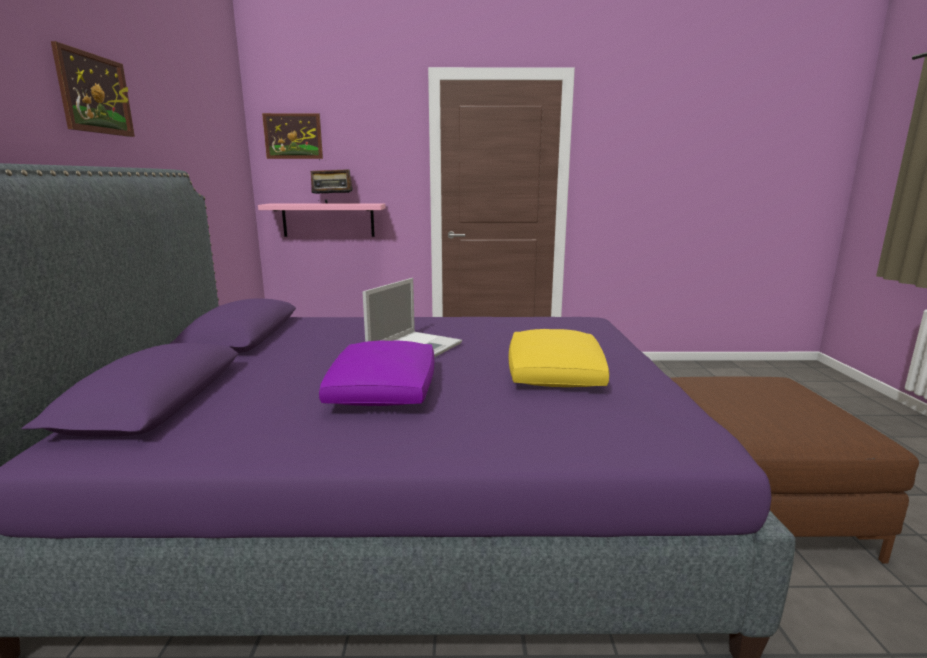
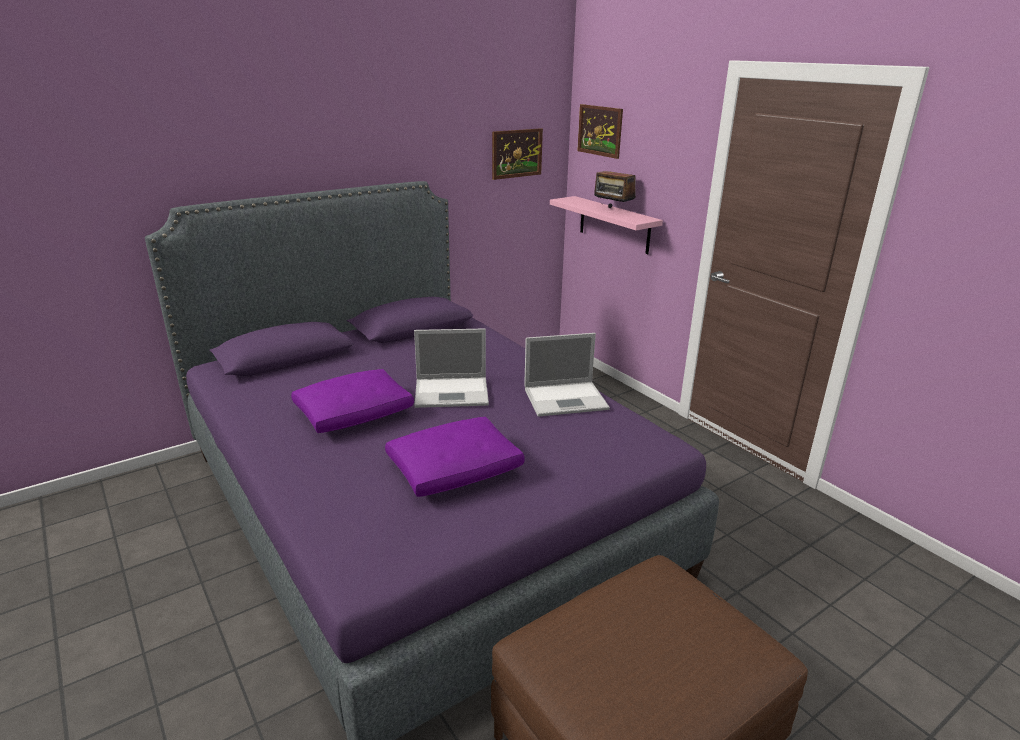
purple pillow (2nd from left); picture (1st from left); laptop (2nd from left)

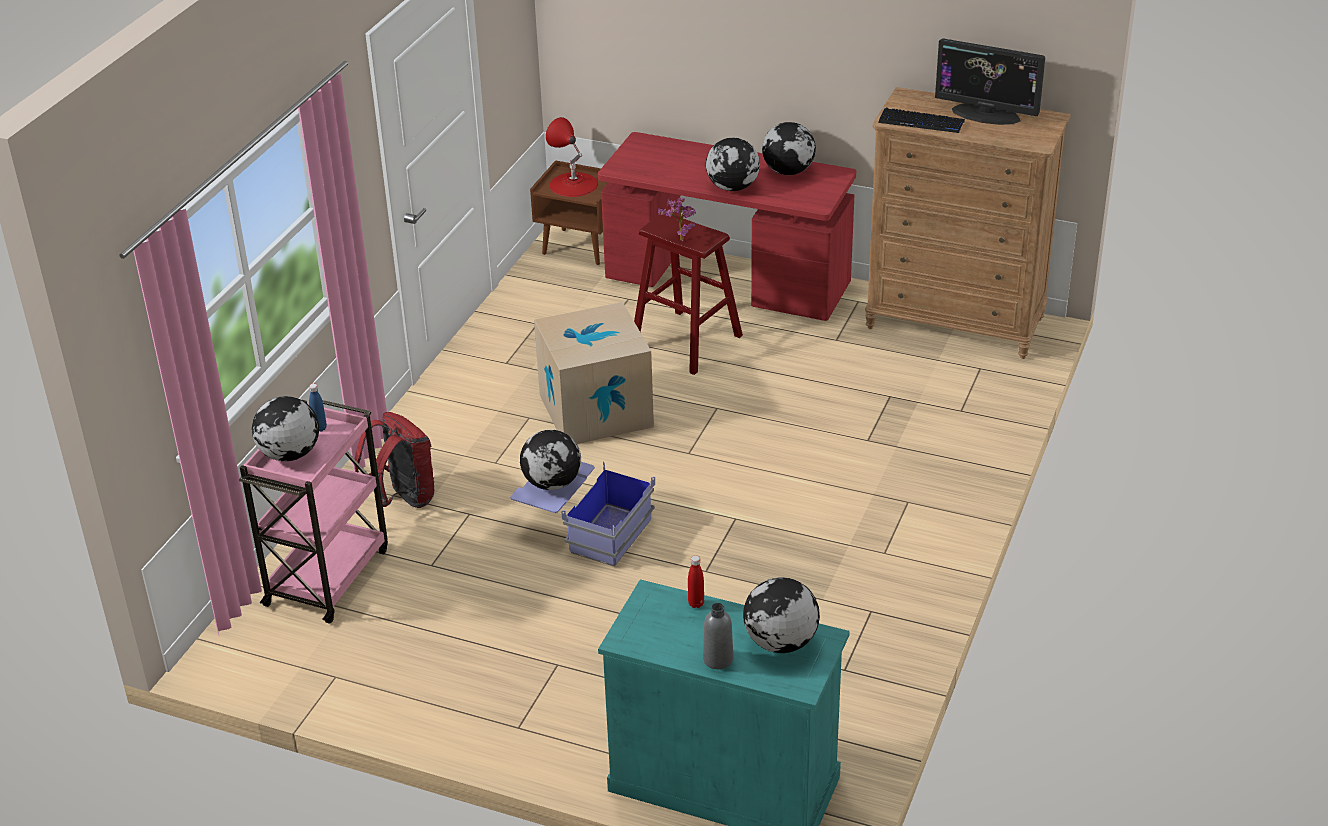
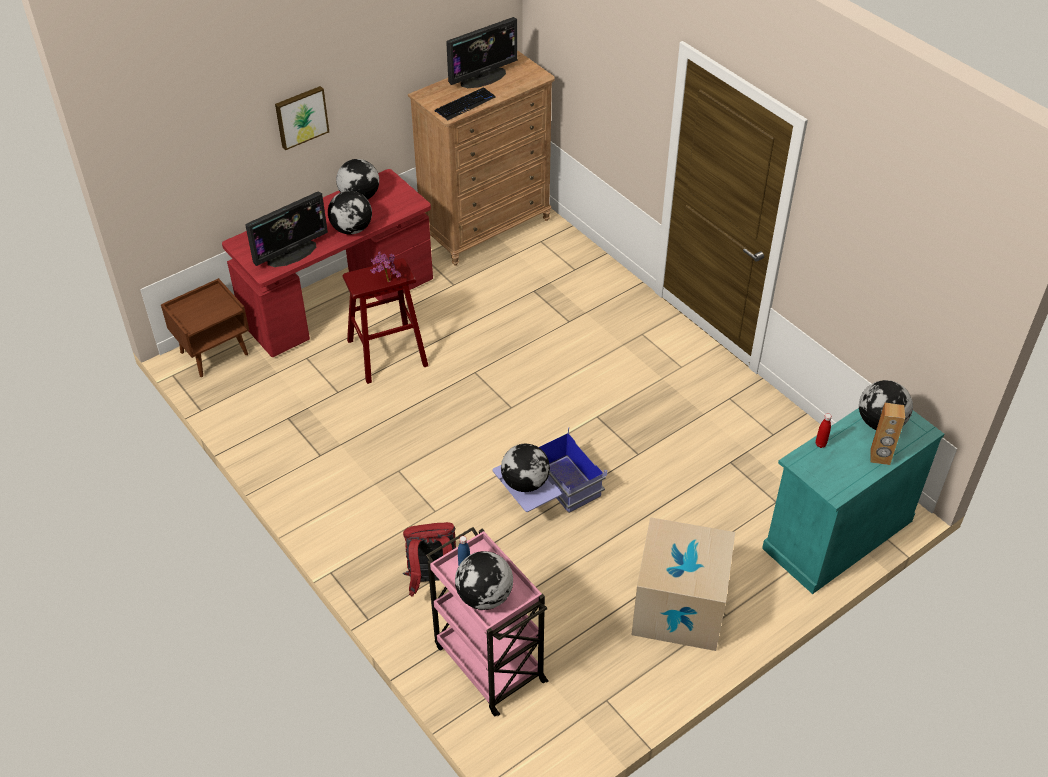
monitor (1st from left); picture; cardboard box; brown speaker; red table lamp

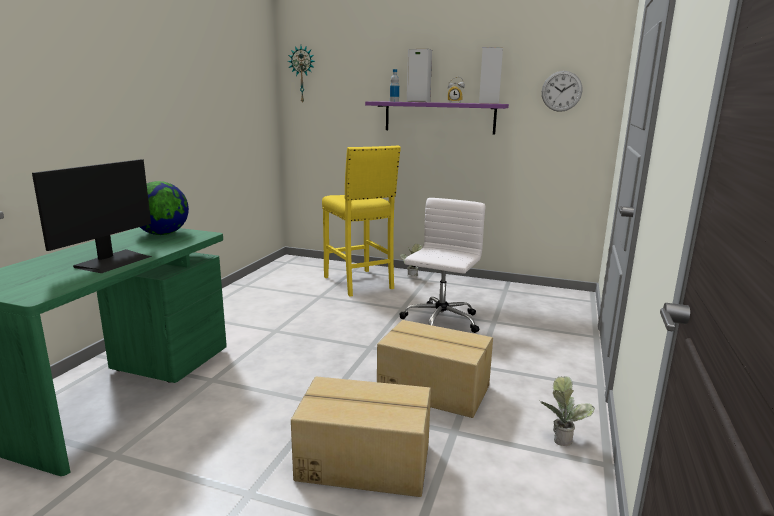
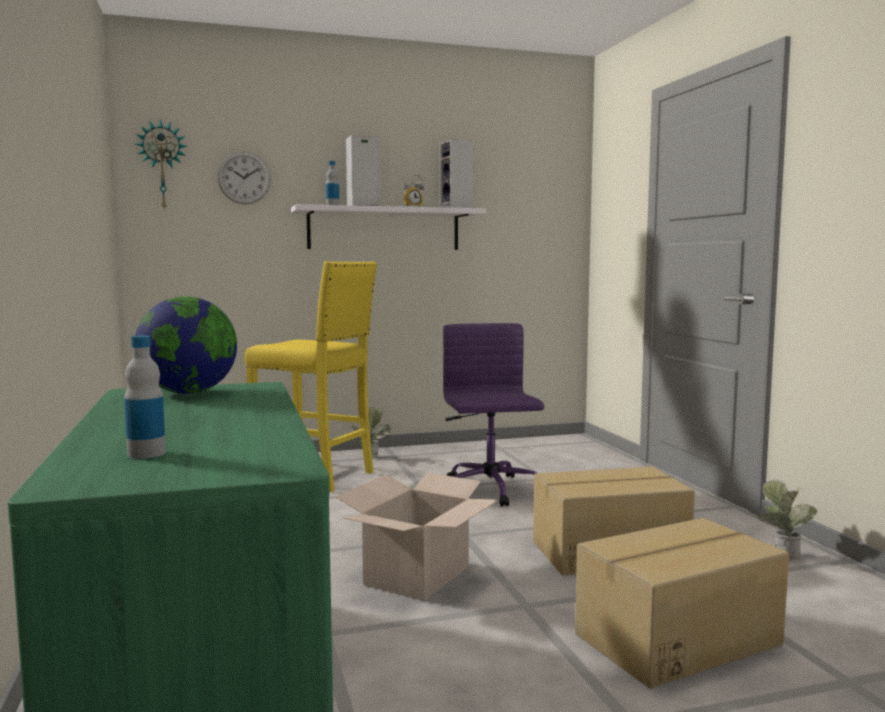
bottle (1st from left); wall clock (2nd from left); white shelf; cardboard box (1st from left); purple office chair; monitor

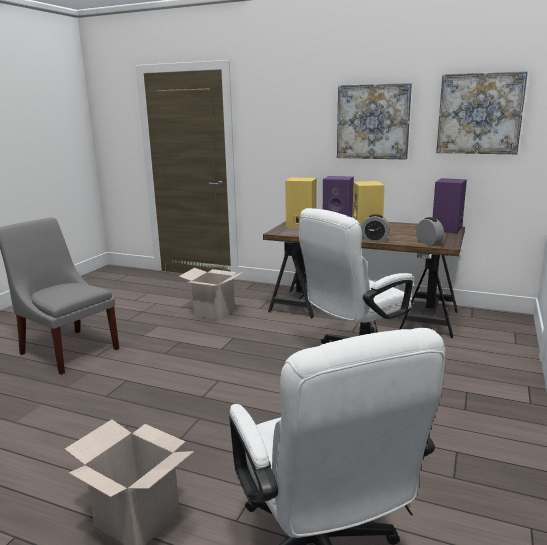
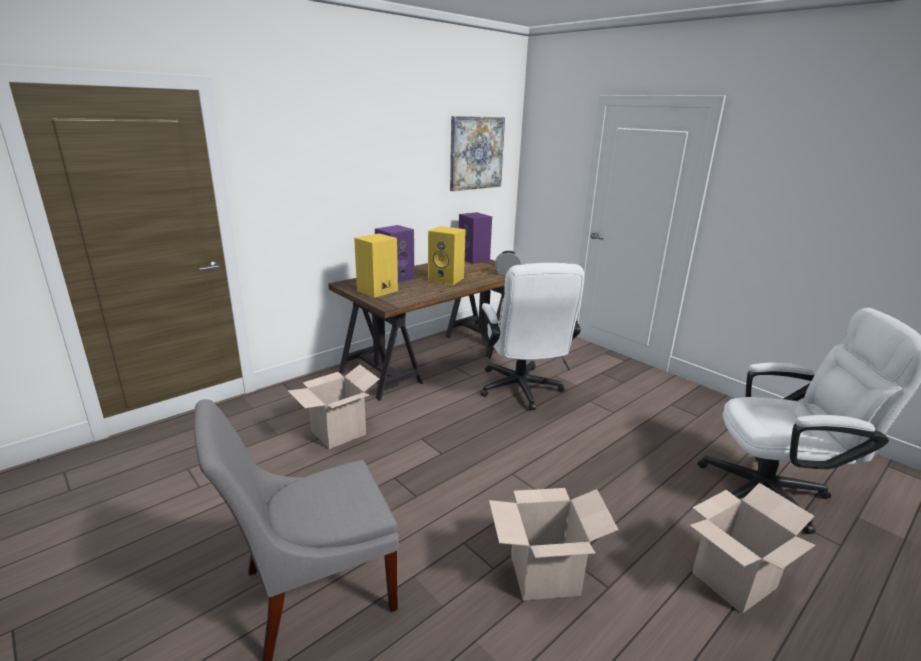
cardboard box (2nd from left); picture (1st from left in the first image); alarm clock (1st from left in the first image)

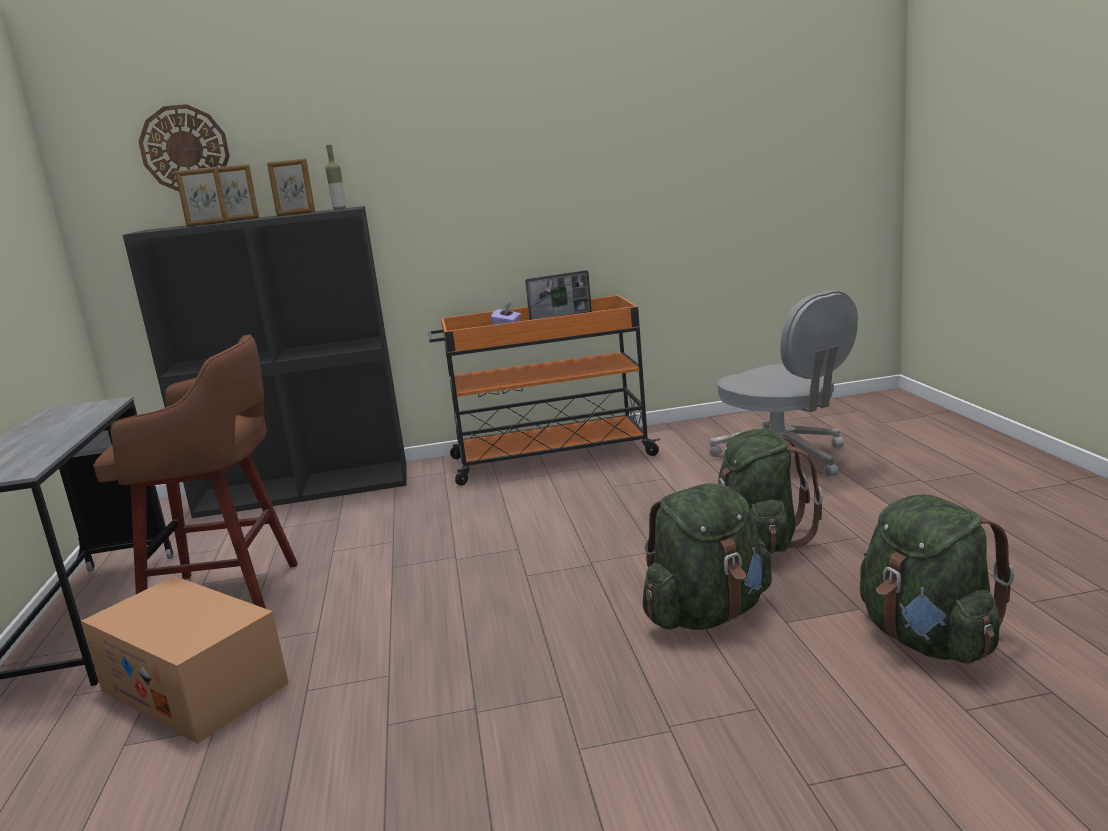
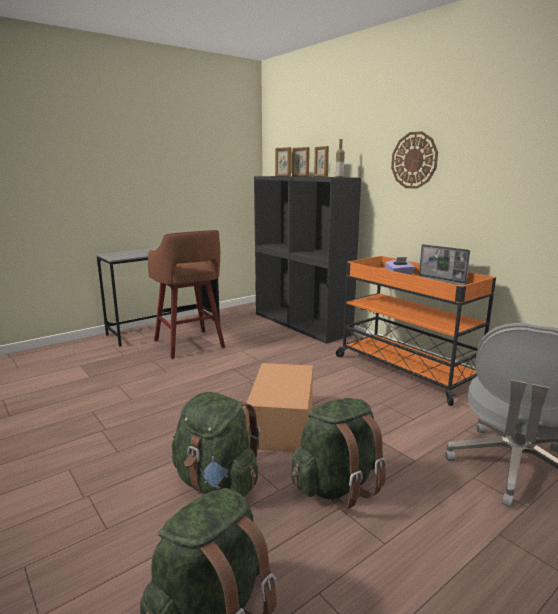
cardboard box; wall clock

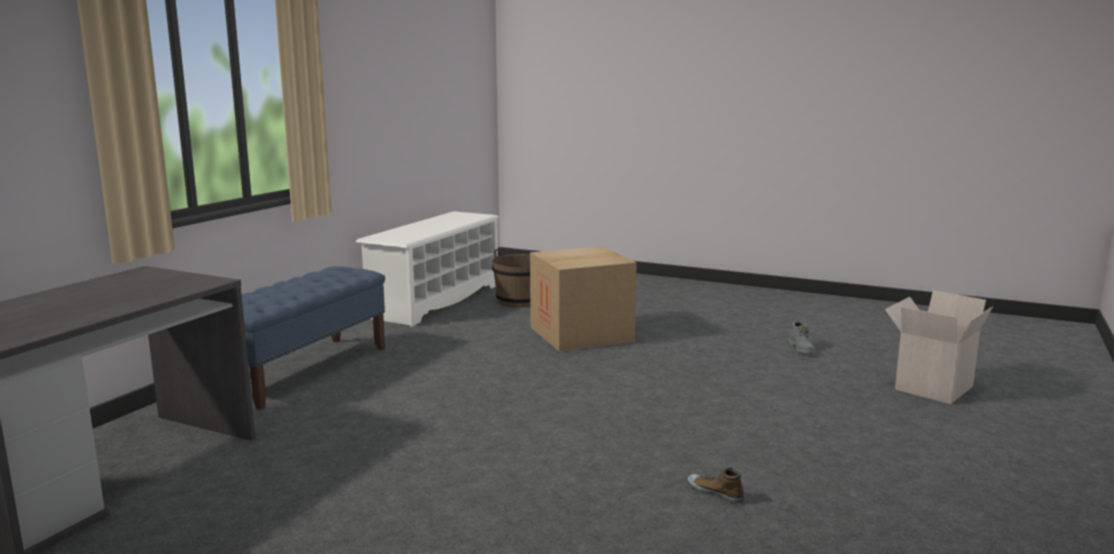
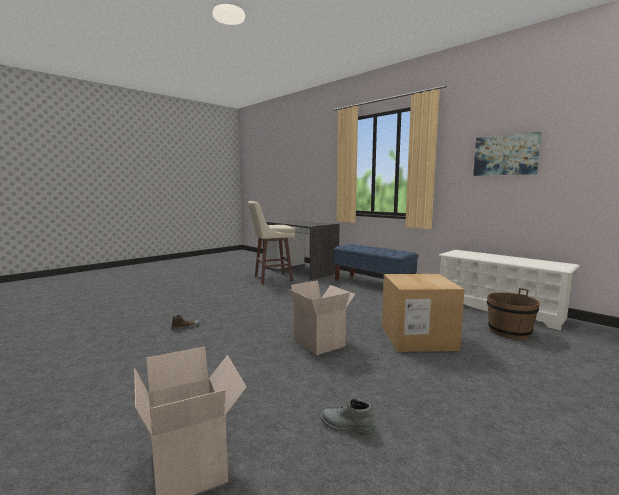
beige stool; cardboard box (2nd from left); picture

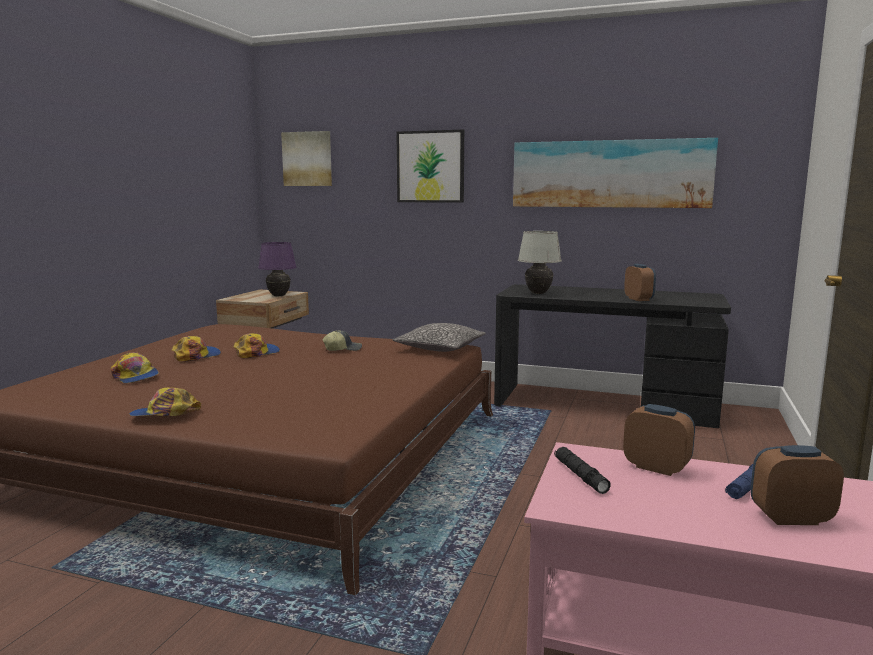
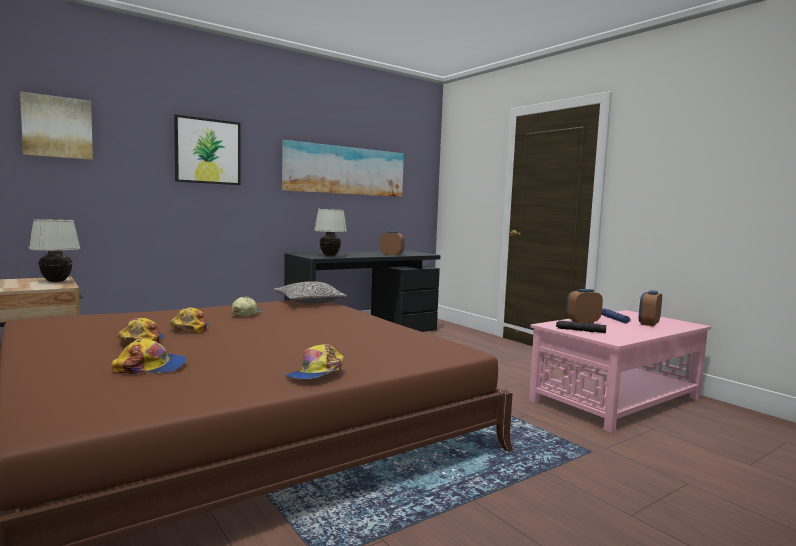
white table lamp (1st from left)

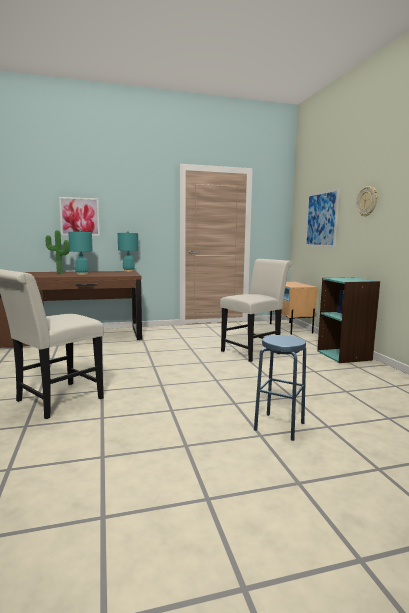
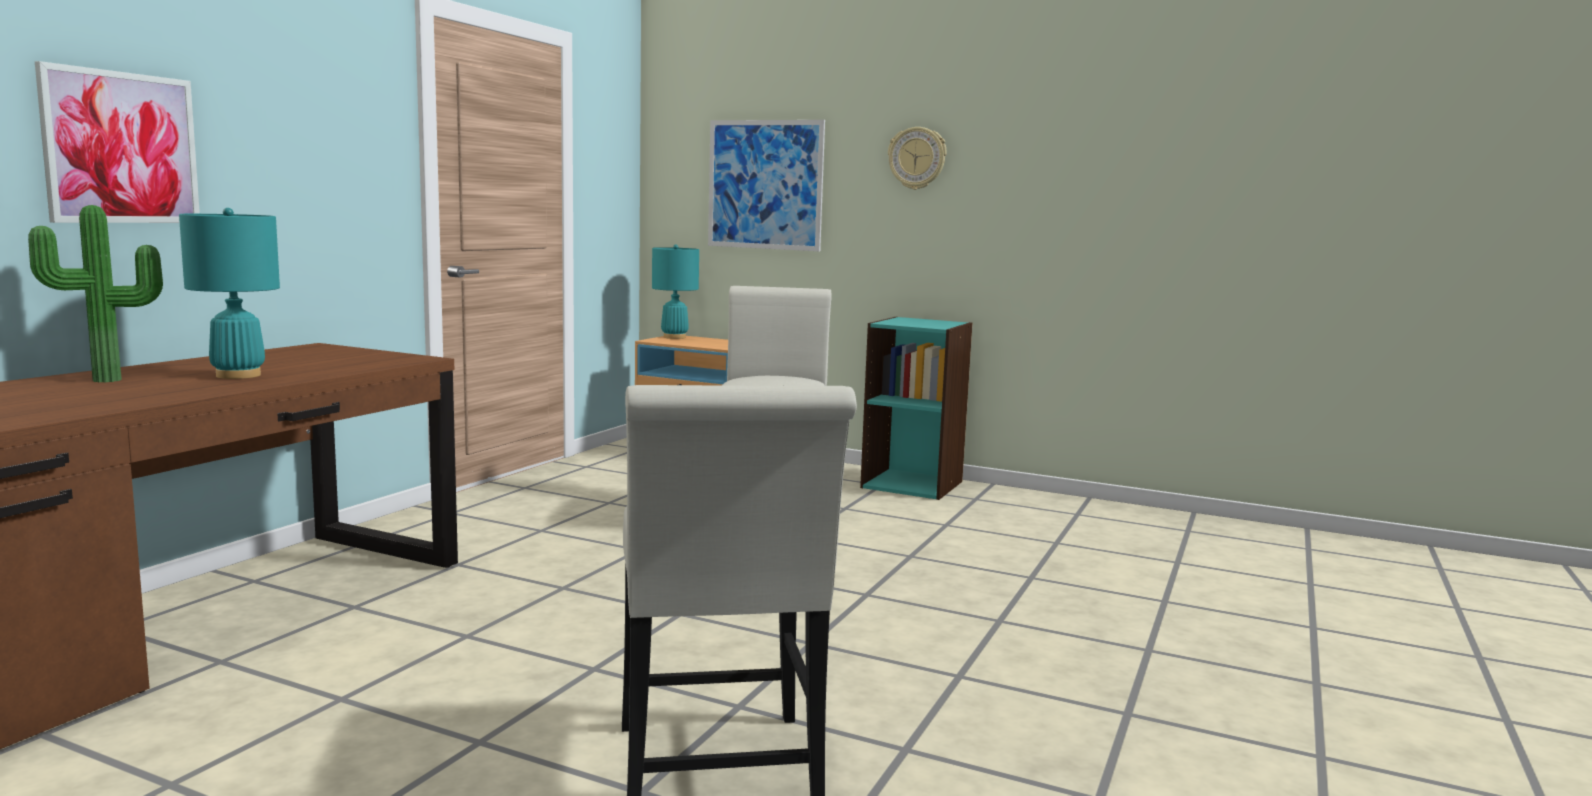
turquoise table lamp (2nd from left); blue stool

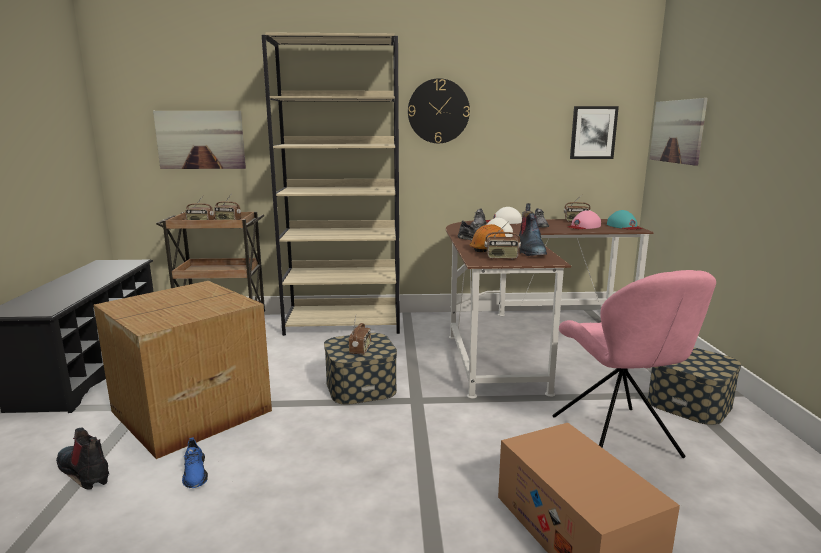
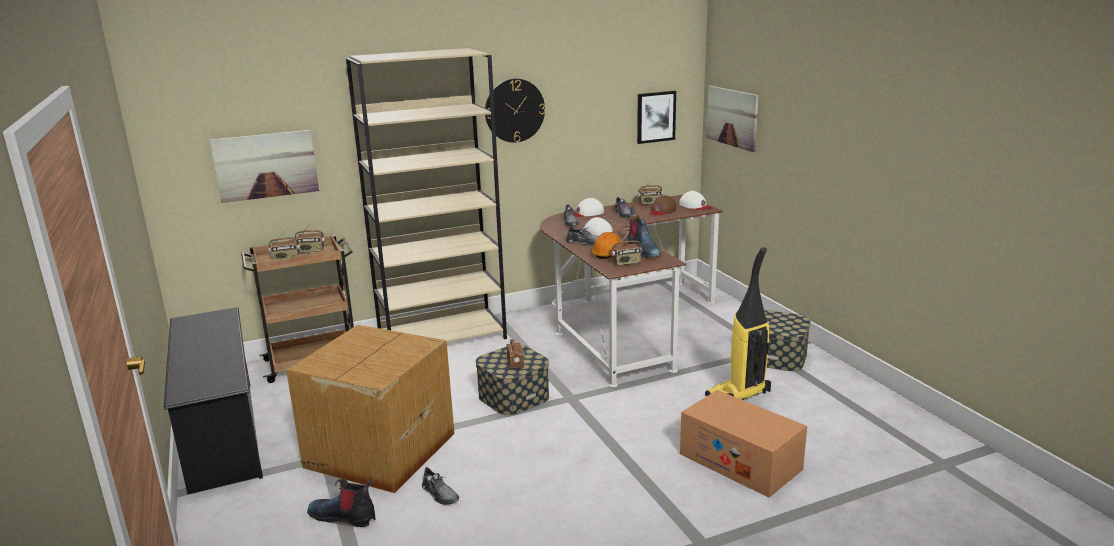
grey shoe (1st from left); brown cap; white cap (3rd from left); vacuum cleaner

